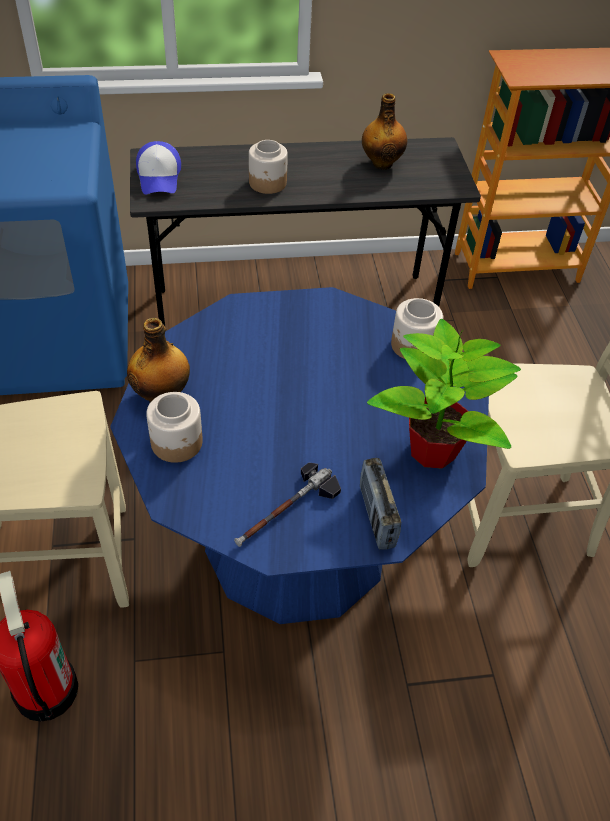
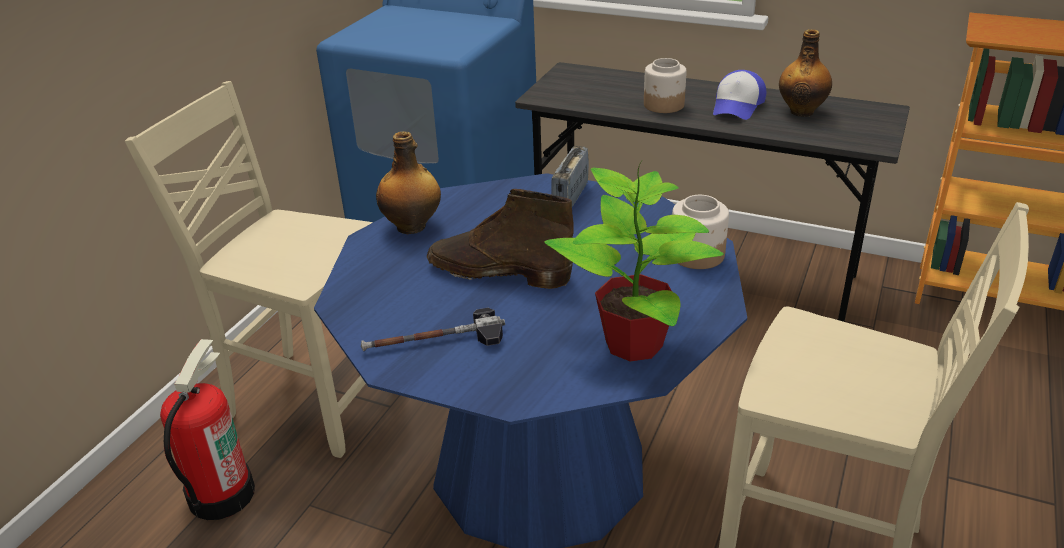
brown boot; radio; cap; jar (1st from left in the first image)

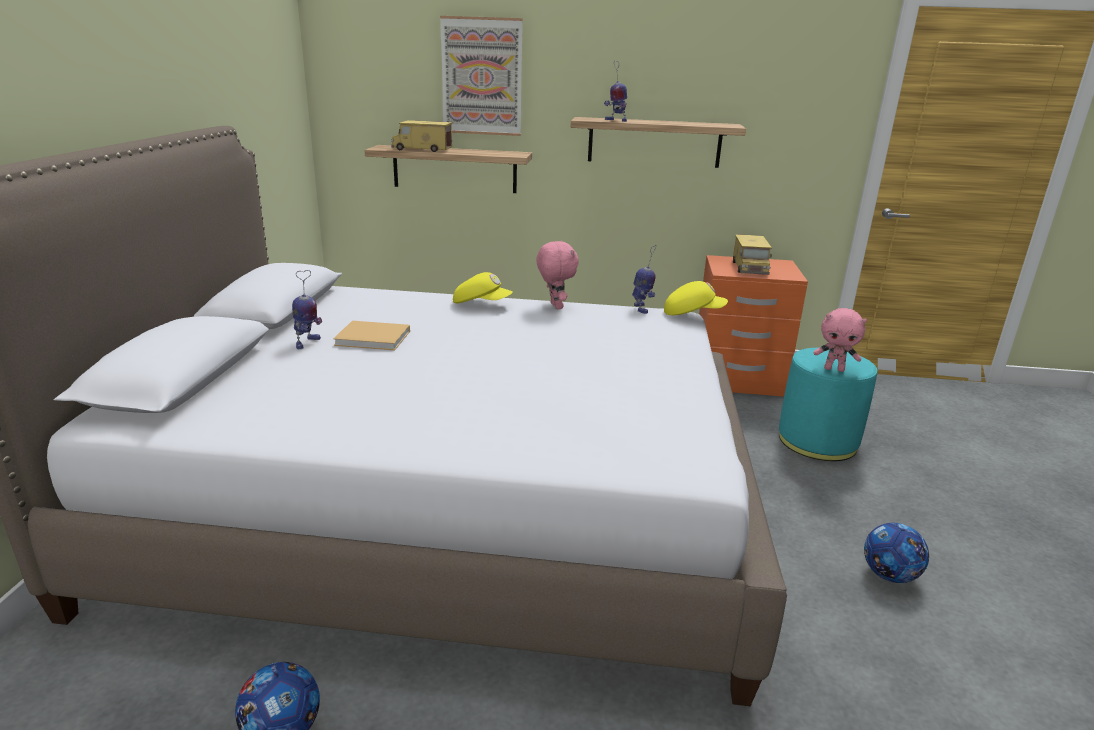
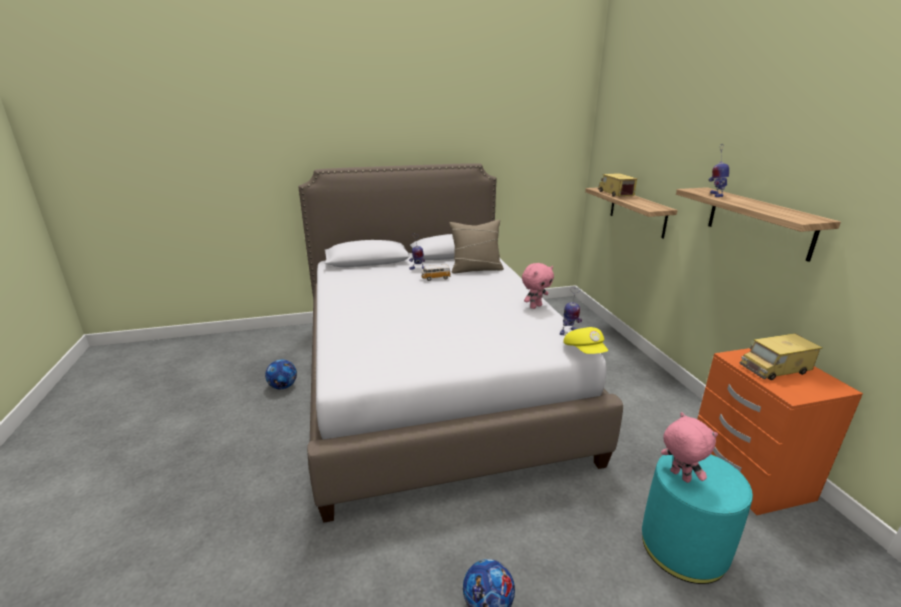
toy car; beige pillow; pink plush toy (2nd from left); picture; yellow cap (1st from left in the first image)

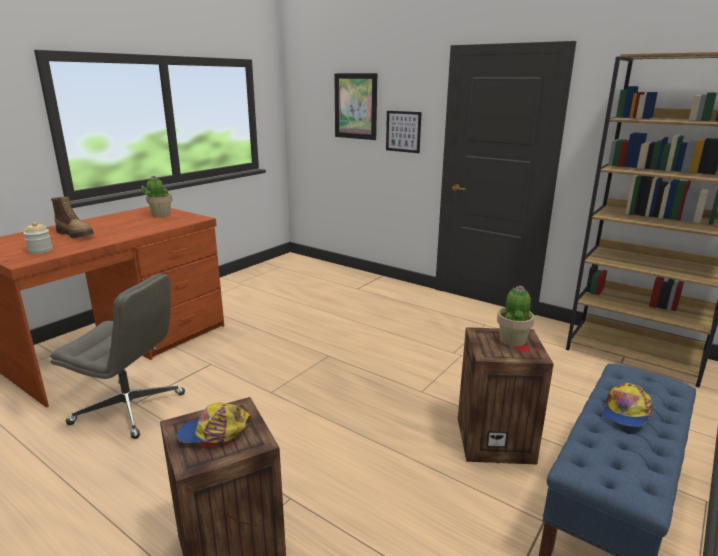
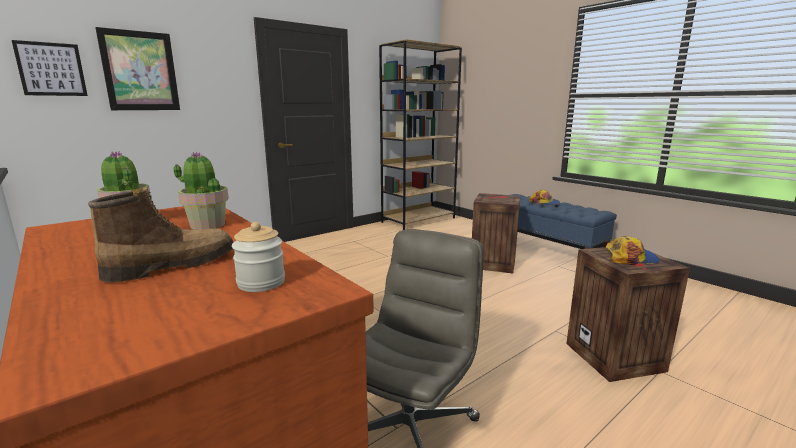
picture (1st from left); potted plant (2nd from left); cap (2nd from left)

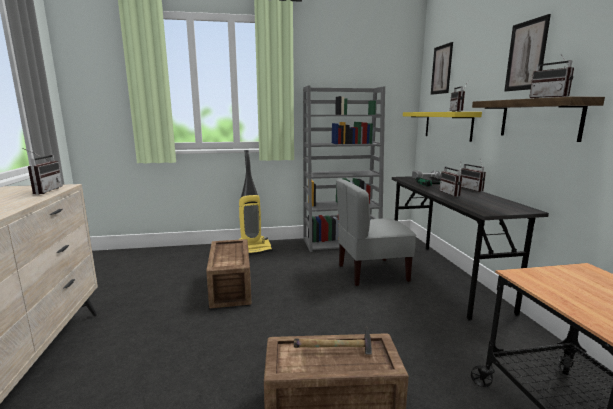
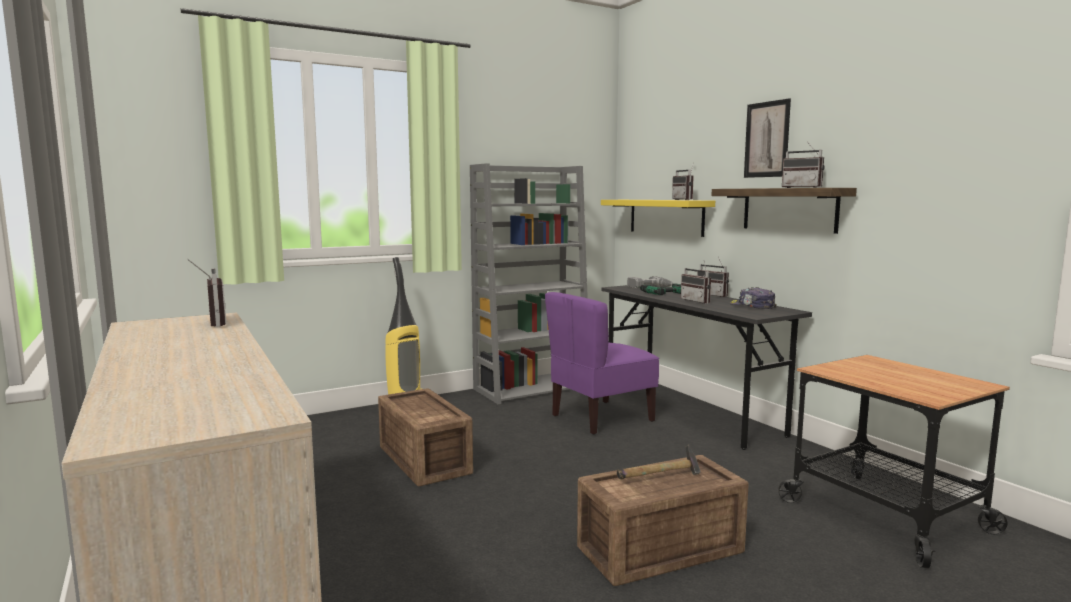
purple chair; cap; picture (1st from left in the first image)

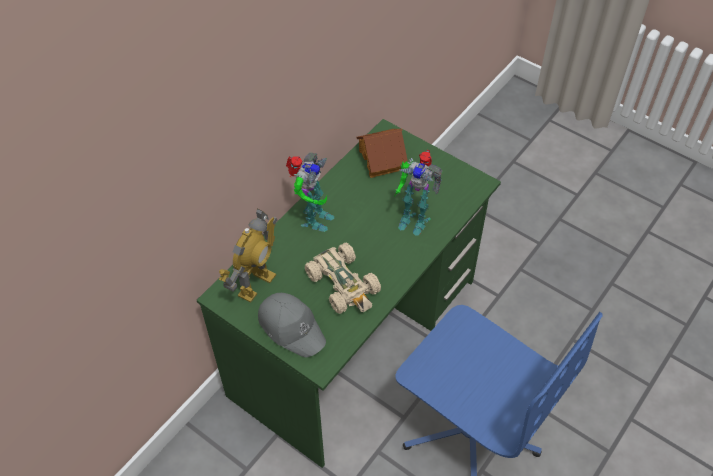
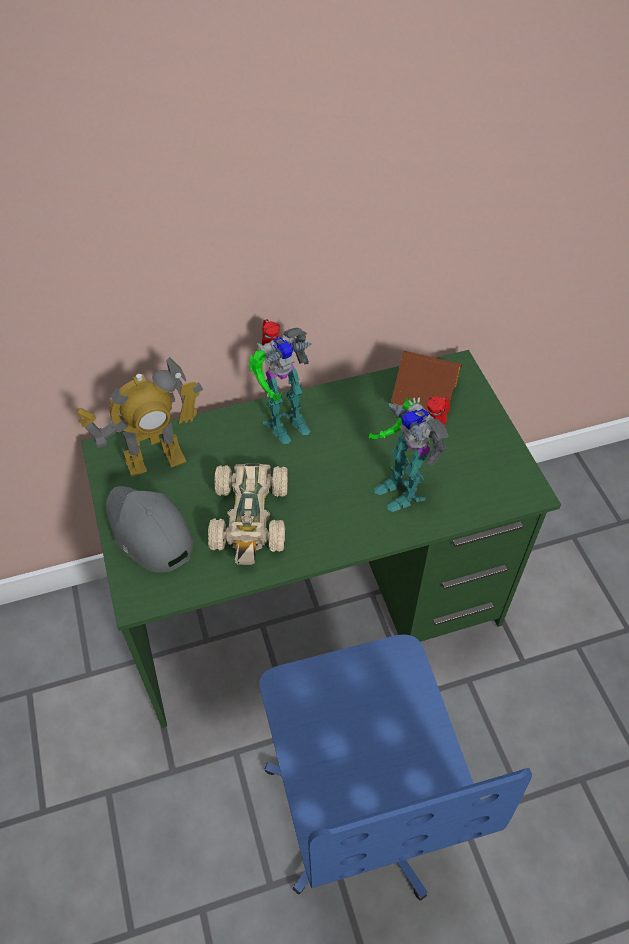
grey cap

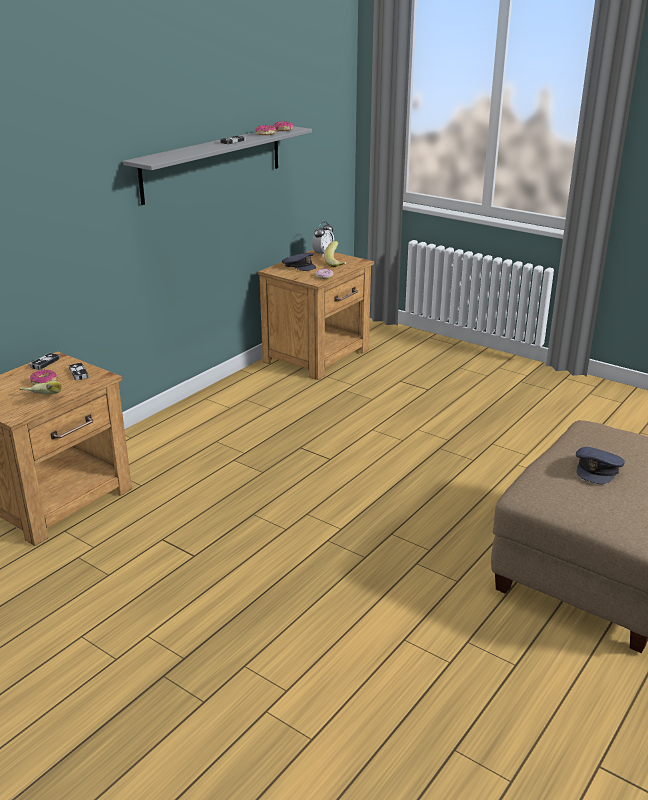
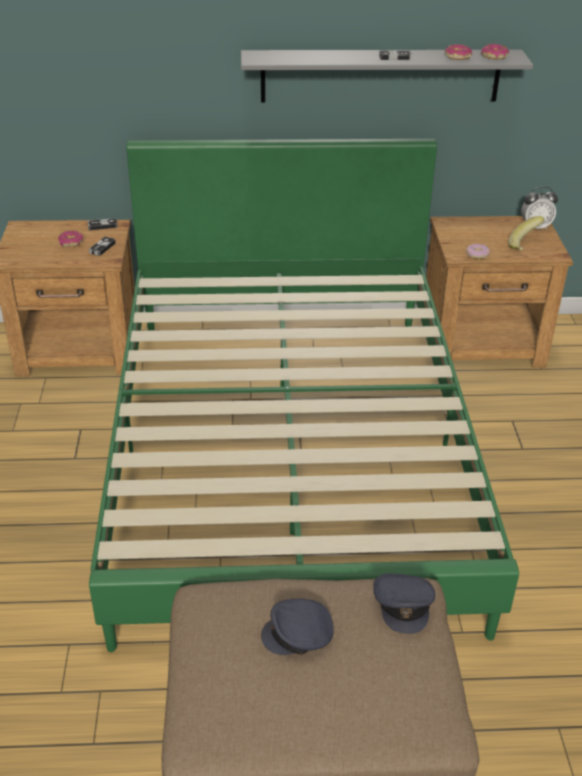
green bed; grey cap (2nd from left); banana (1st from left in the first image)

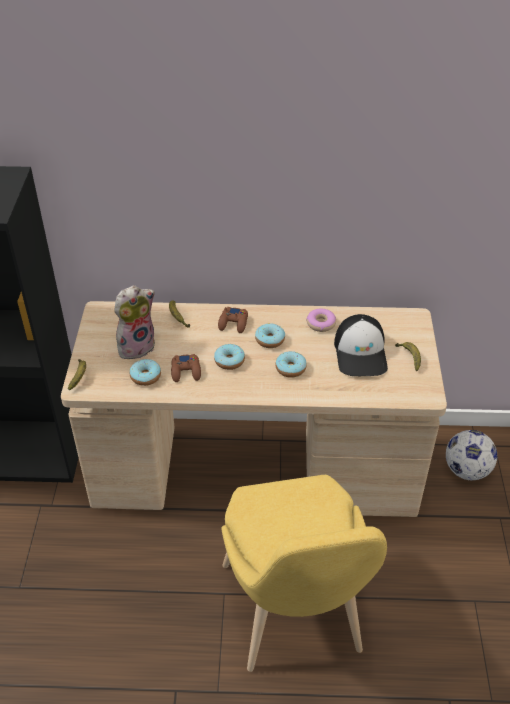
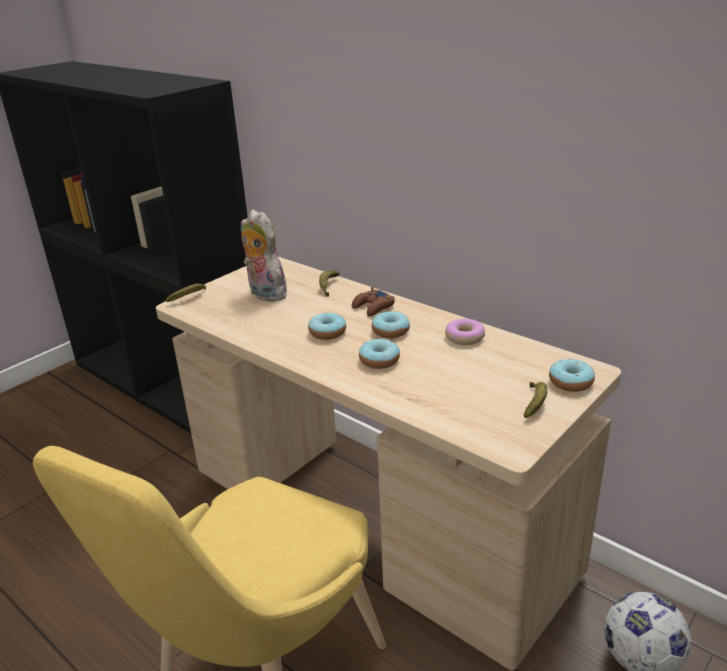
plush toy; donut (5th from left); brown game controller (1st from left in the first image); cap

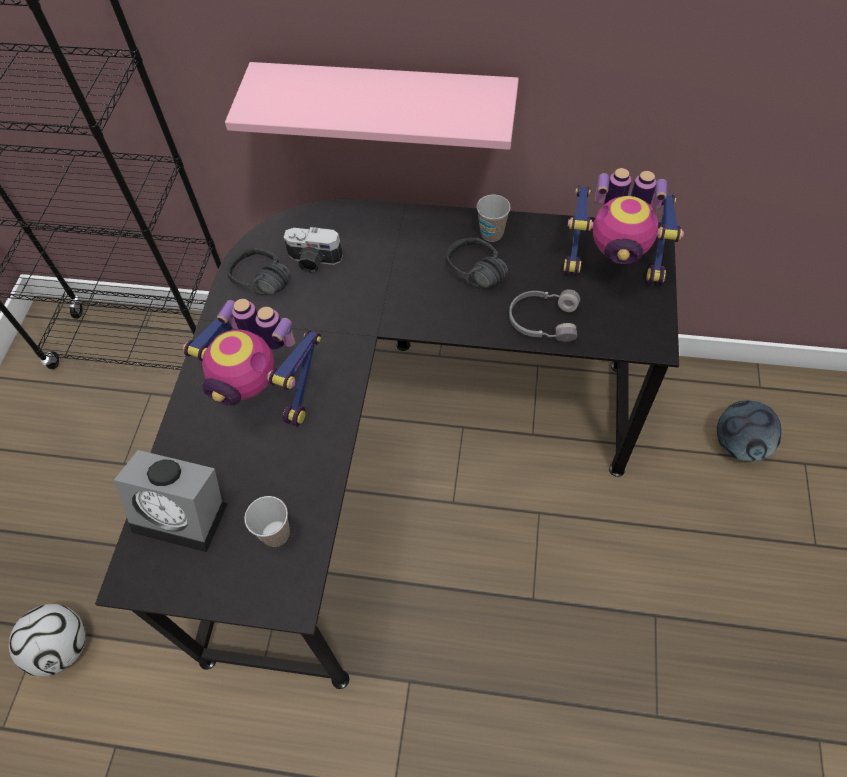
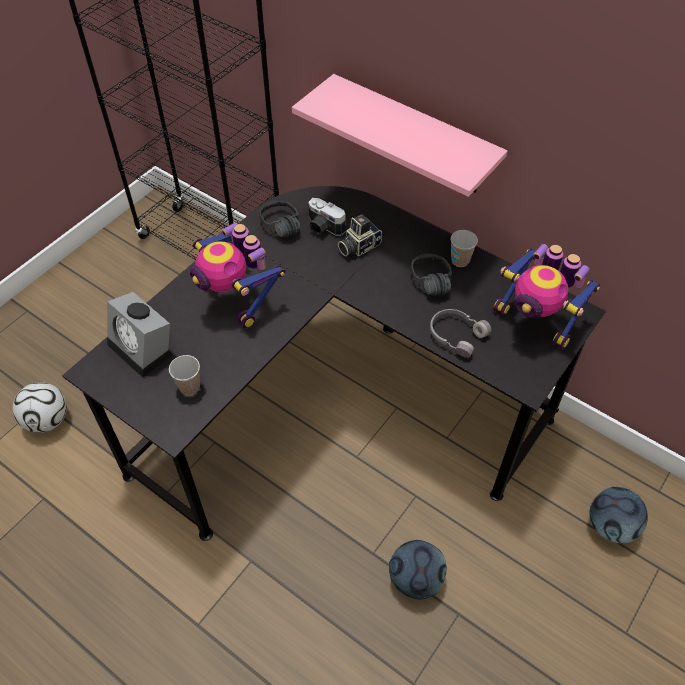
photo camera (2nd from left); football (2nd from left)

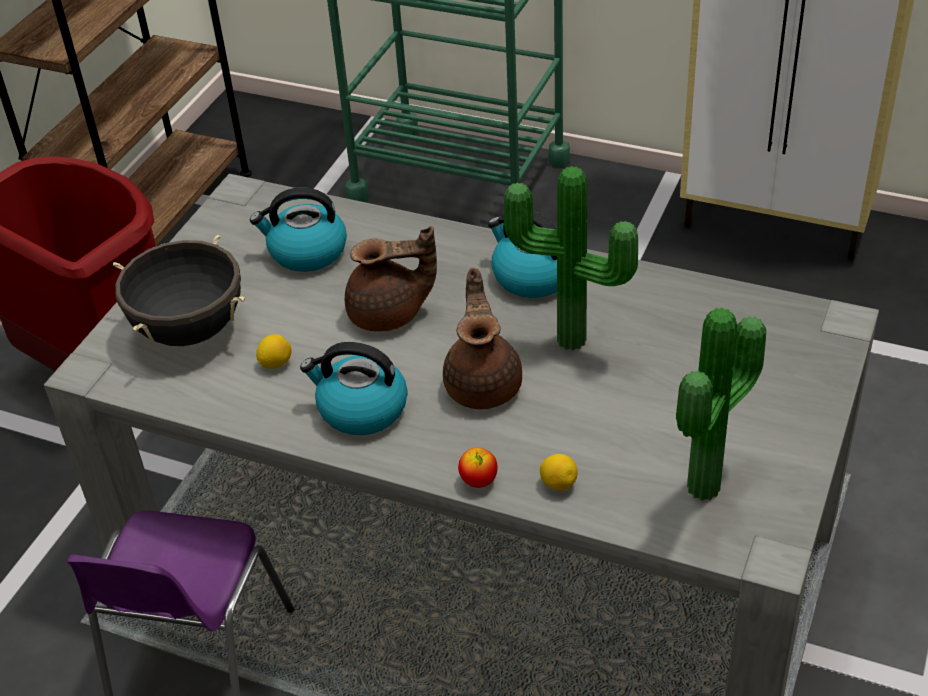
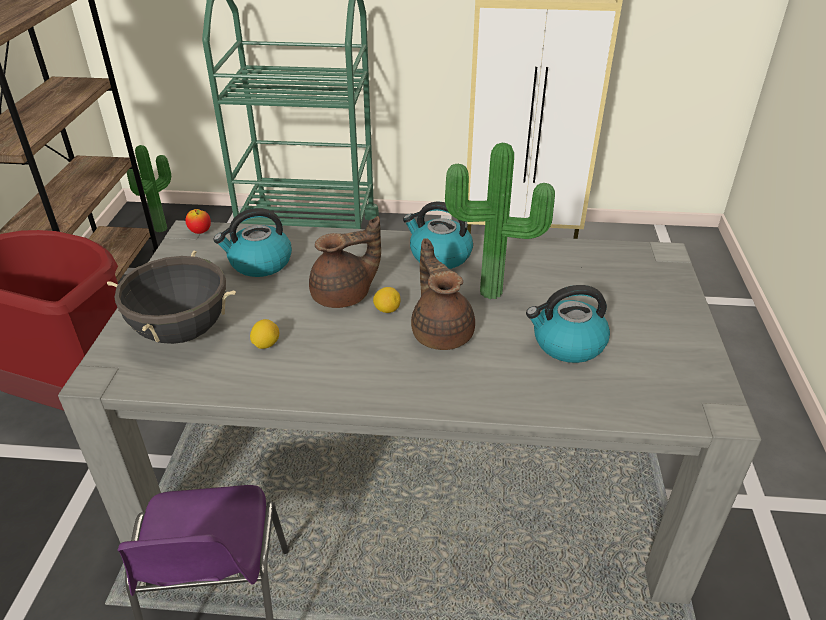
potted plant (1st from left); apple; lemon (2nd from left); kettle (3rd from left)

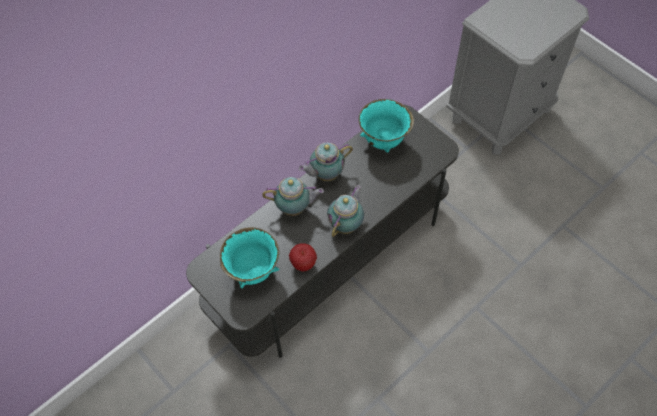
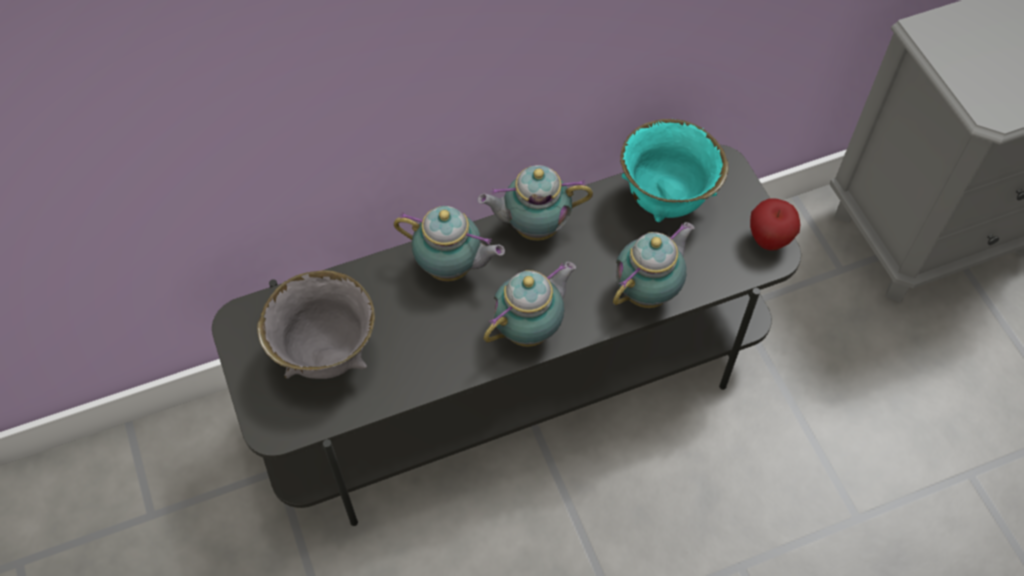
grey bowl; teapot (4th from left); apple

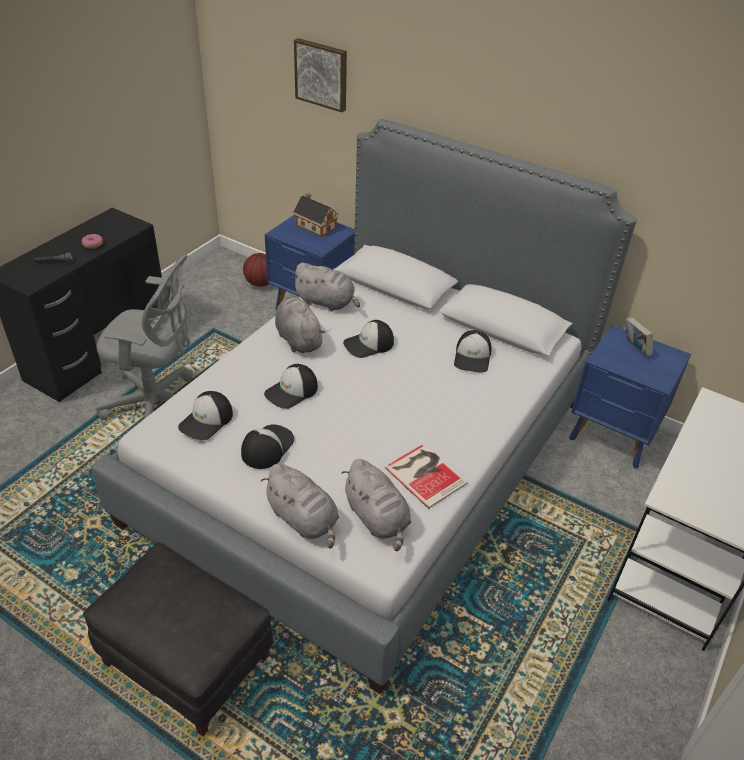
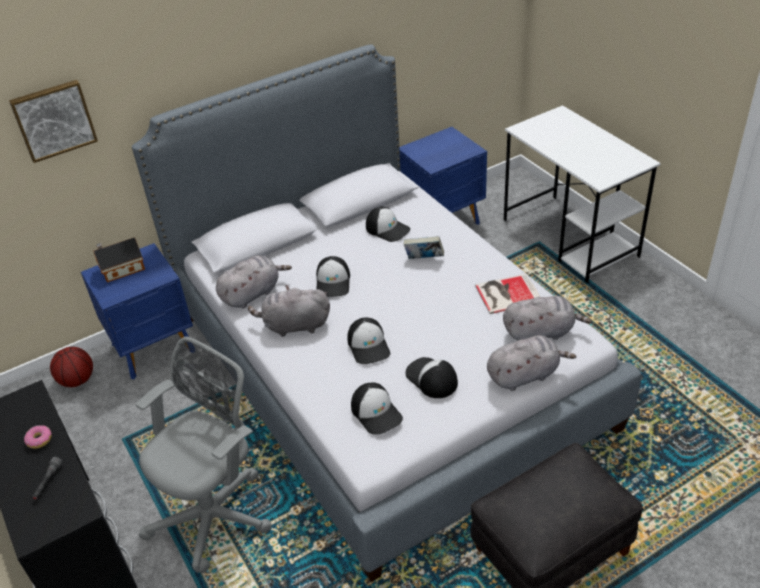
book (1st from left)

